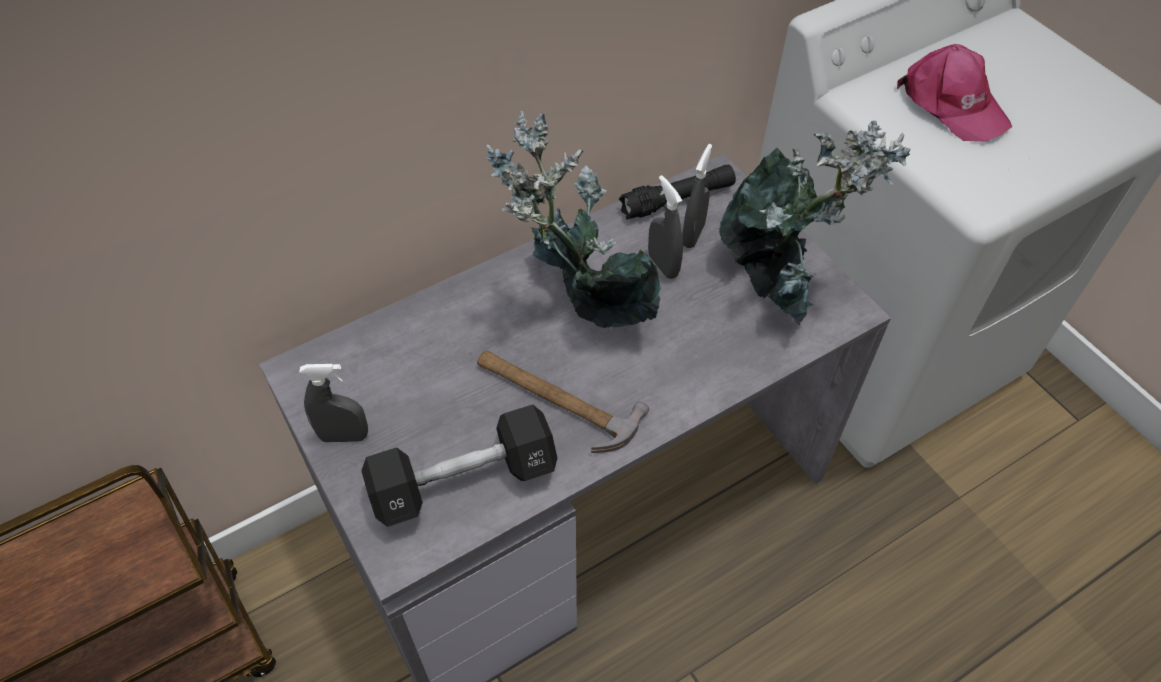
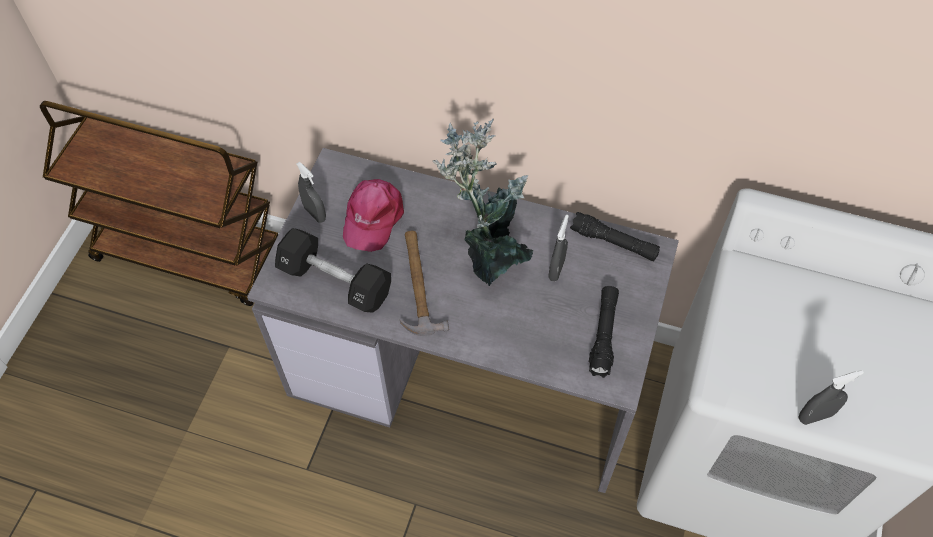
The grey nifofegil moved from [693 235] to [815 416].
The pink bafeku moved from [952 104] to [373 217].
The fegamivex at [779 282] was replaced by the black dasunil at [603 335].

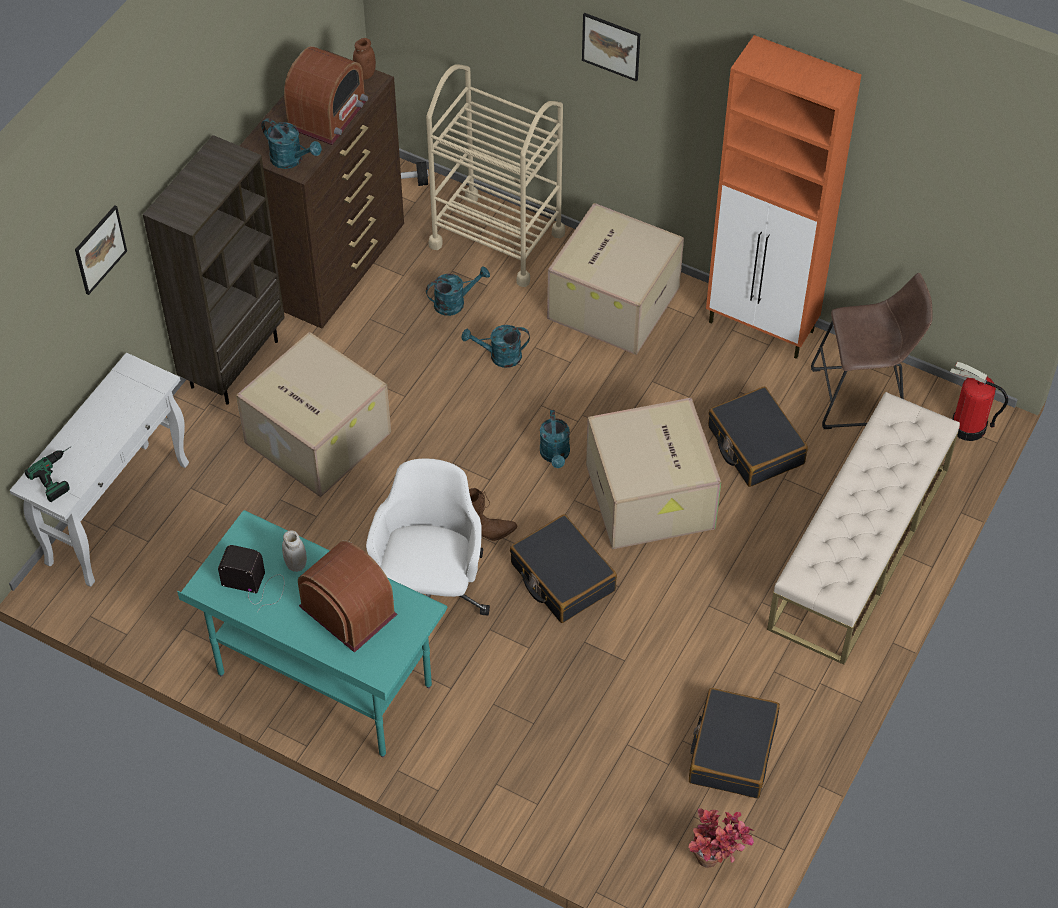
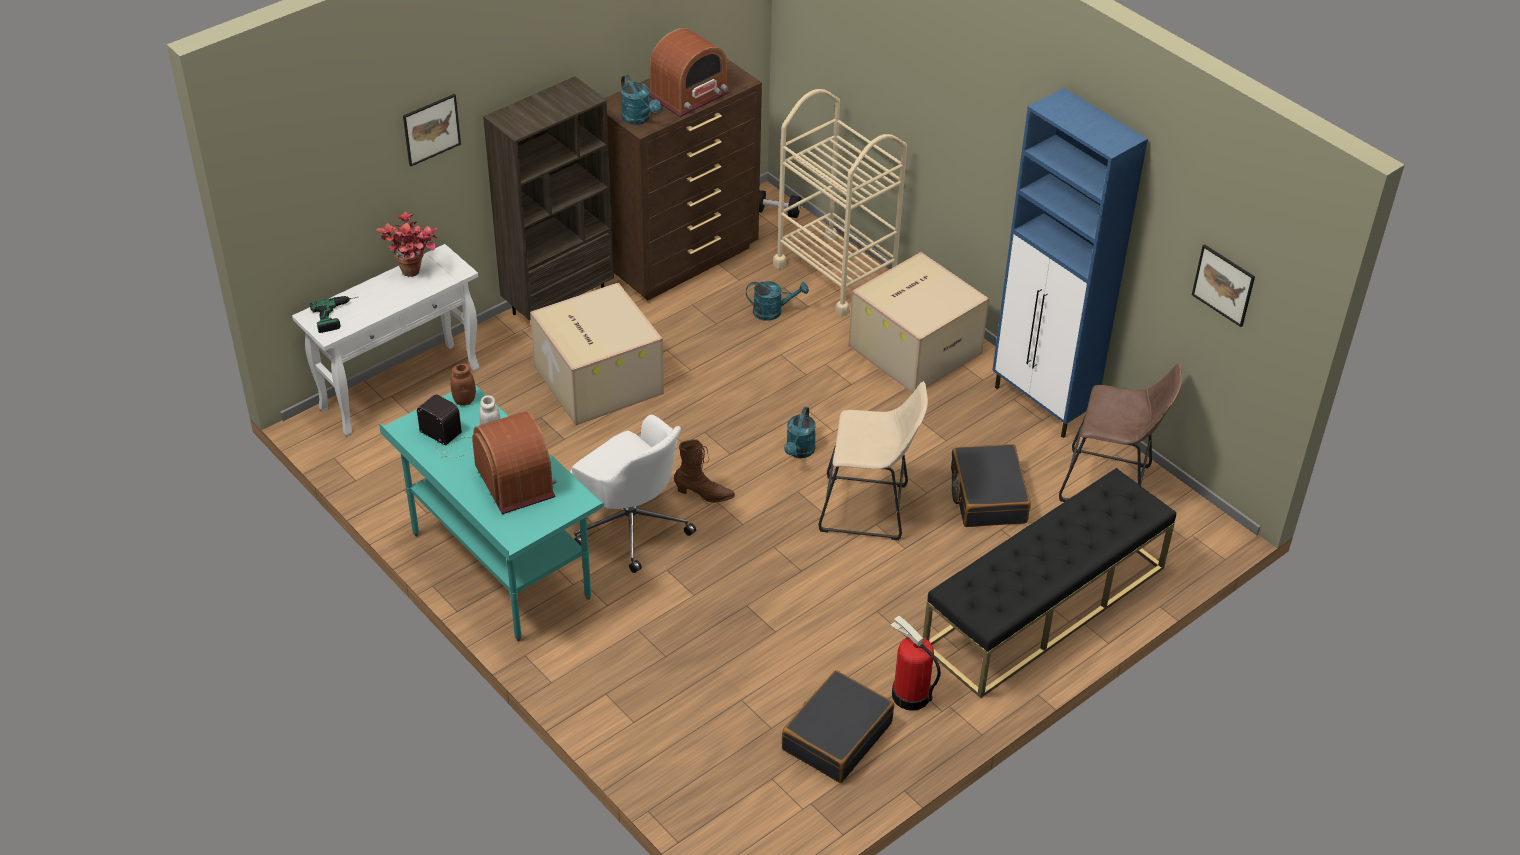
The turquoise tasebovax at [499 356] disappeared.
The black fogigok at [562 577] disappeared.
The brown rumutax moved from [365 74] to [464 400].
The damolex moved from [611 46] to [1223 285].
The fegamivex moved from [715 861] to [415 275].
The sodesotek moved from [967 427] to [910 695].
The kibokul at [652 497] was replaced by the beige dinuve at [869 509].
The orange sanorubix at [762 327] became the blue sanorubix at [1043 404].
The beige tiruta at [859 548] became the black tiruta at [1045 607].
The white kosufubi at [430 591] turned 105 degrees clockwise.

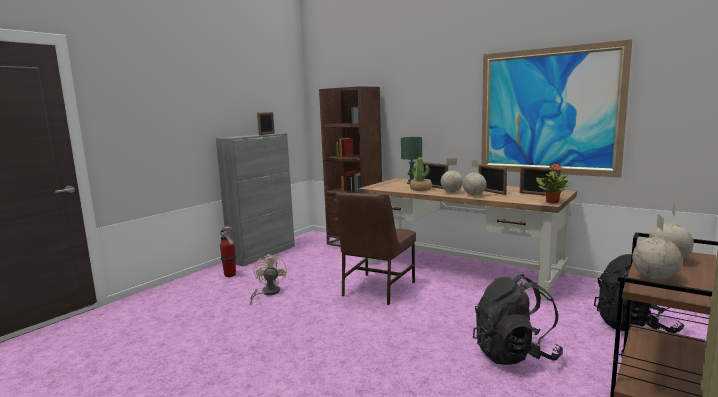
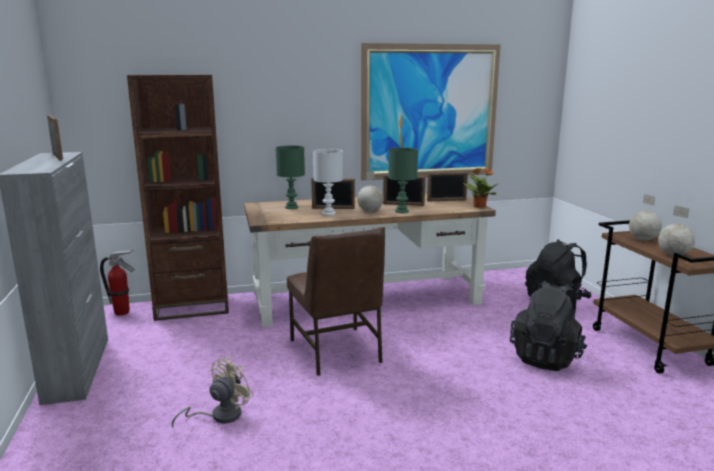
The sodesotek moved from [230 275] to [122 312].
The fegamivex at [421 189] was replaced by the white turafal at [329 213].
The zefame at [474 195] was replaced by the green turafal at [401 211].
The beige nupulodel at [267 293] turned 90 degrees clockwise.

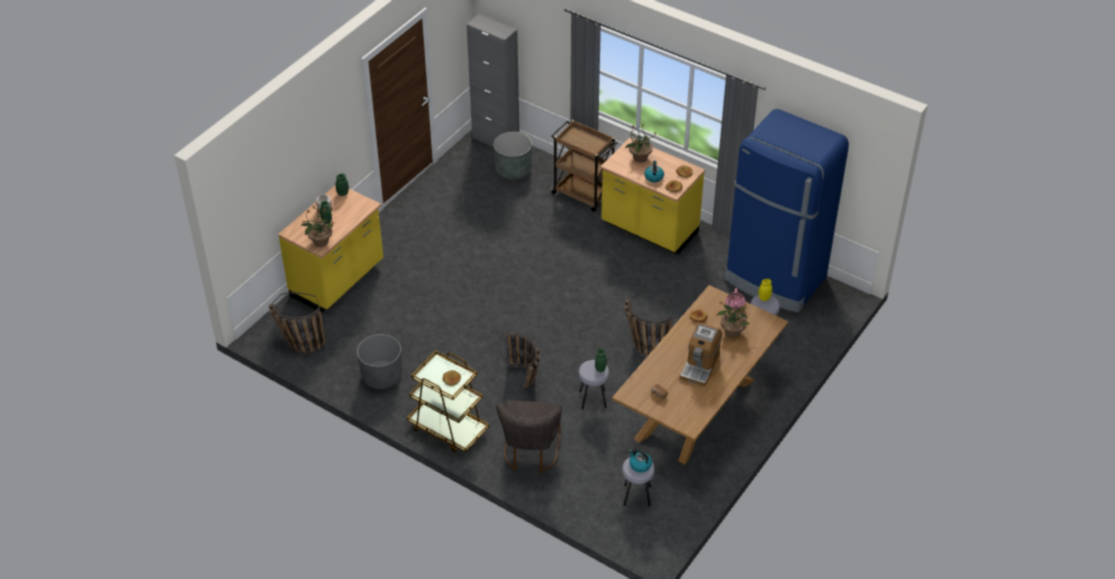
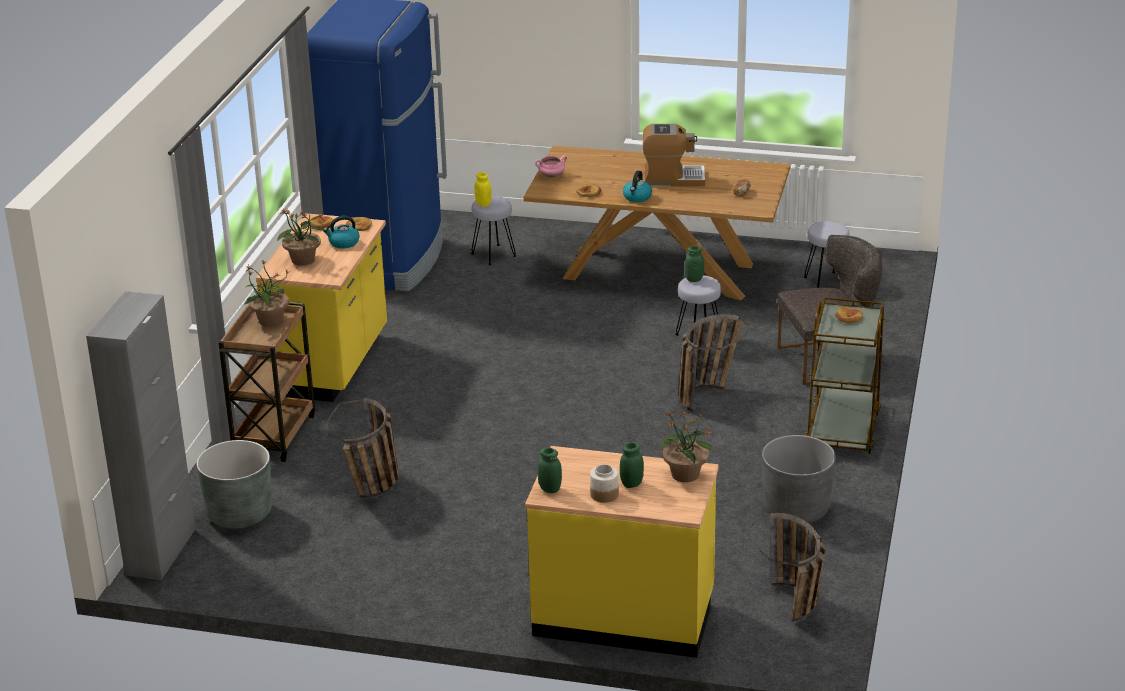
The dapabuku moved from [644 346] to [372 489].
The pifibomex moved from [639 465] to [637 197].
The fegamivex moved from [732 331] to [270 321].

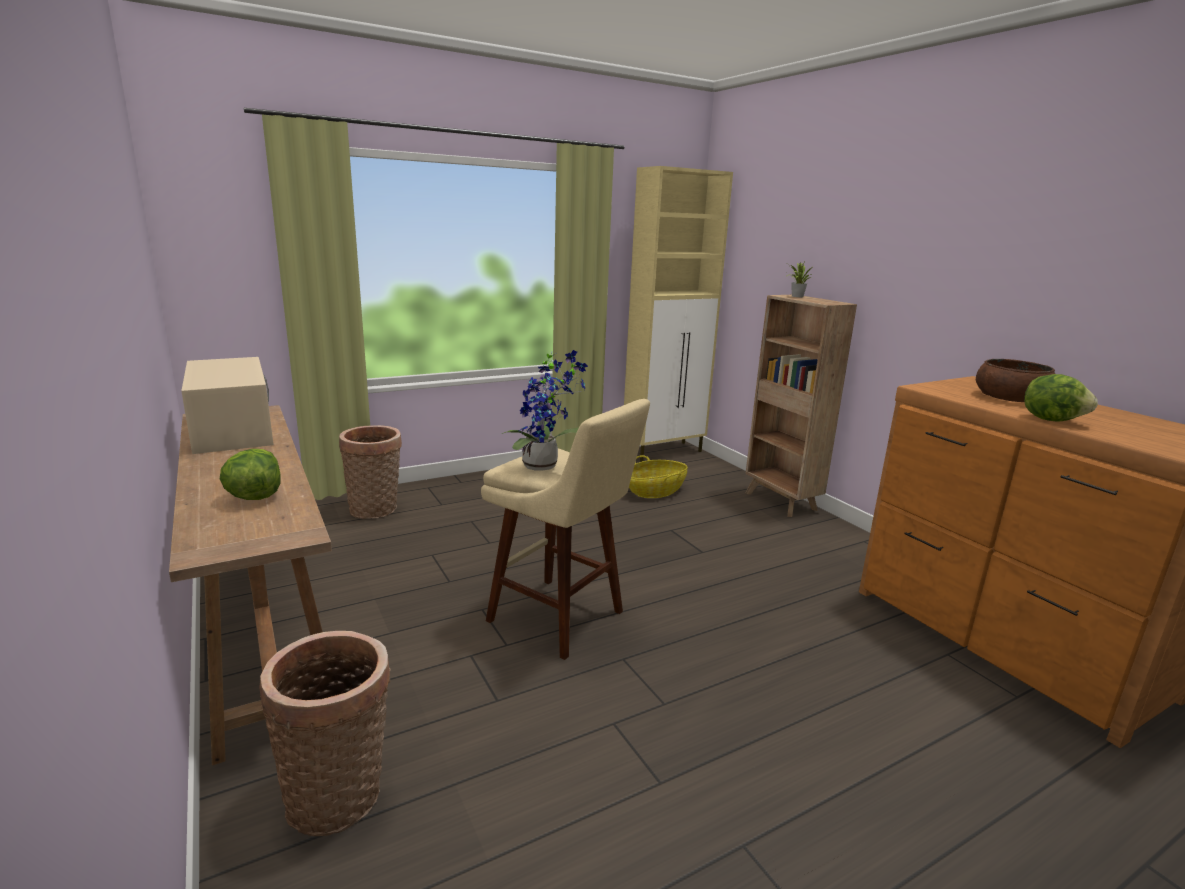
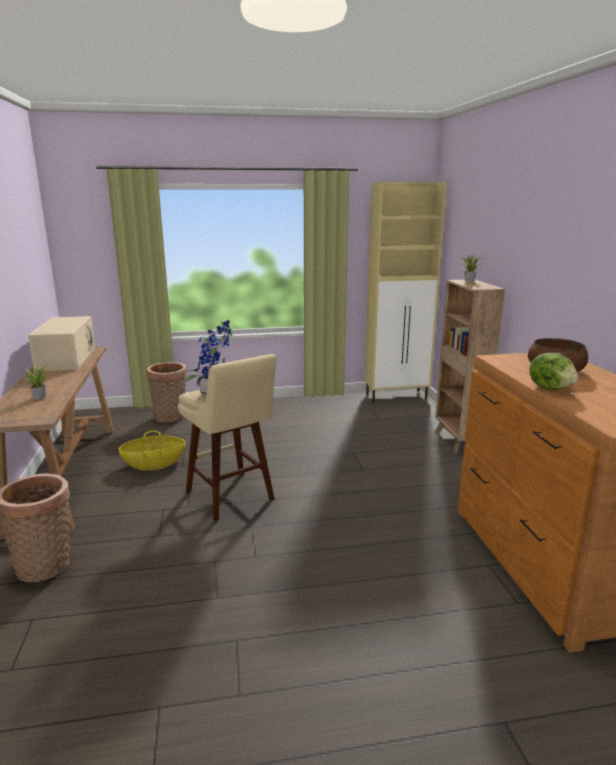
The dapabuku moved from [655 491] to [154 463].
The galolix at [254 497] was replaced by the fegamivex at [40 397].

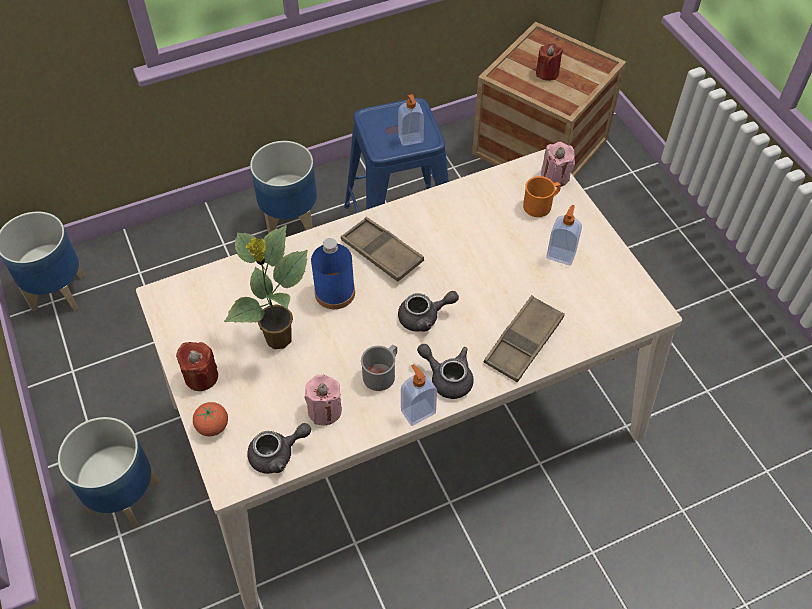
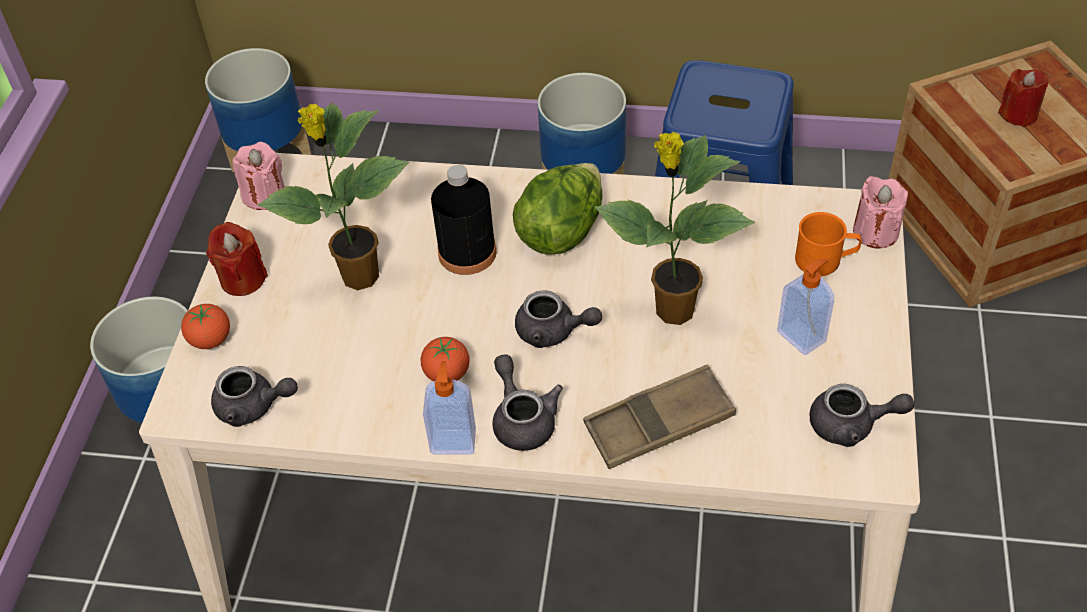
The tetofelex at [411 139] disappeared.
The fegamivex at [672 311] appeared.
The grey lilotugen at [851 425] appeared.
The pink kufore moved from [324 410] to [264 195].
The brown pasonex at [382 253] was replaced by the galolix at [561 231].
The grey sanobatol at [382 373] was replaced by the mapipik at [447 374].
The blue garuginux at [335 292] became the black garuginux at [467 253].

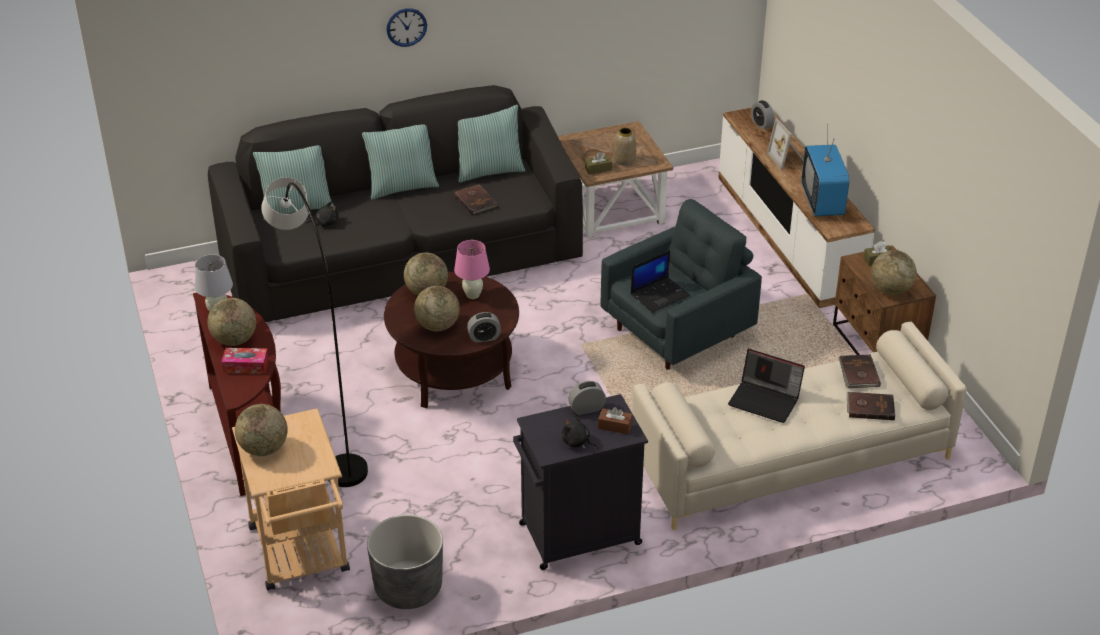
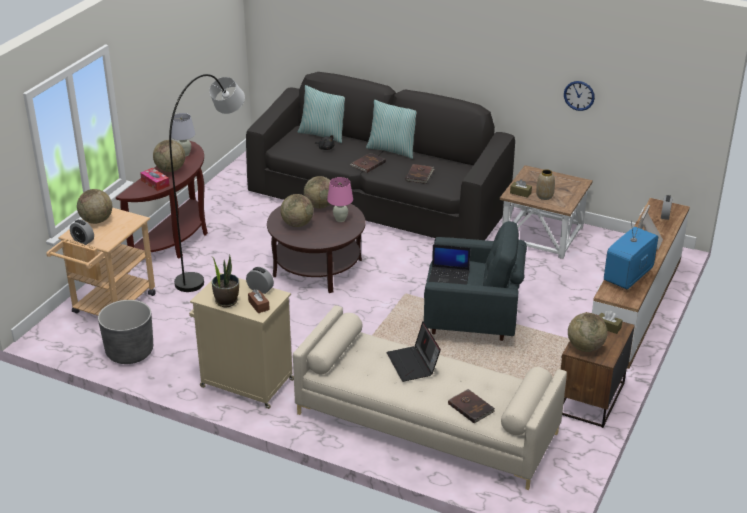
The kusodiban at [489 171] disappeared.
The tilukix moved from [406 27] to [579 95].
The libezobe moved from [484 337] to [83 240].
The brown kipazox moved from [858 373] to [367 164].
The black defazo at [577 442] was replaced by the fegamivex at [226 301].
The black sanorubix at [577 535] became the beige sanorubix at [245 383].

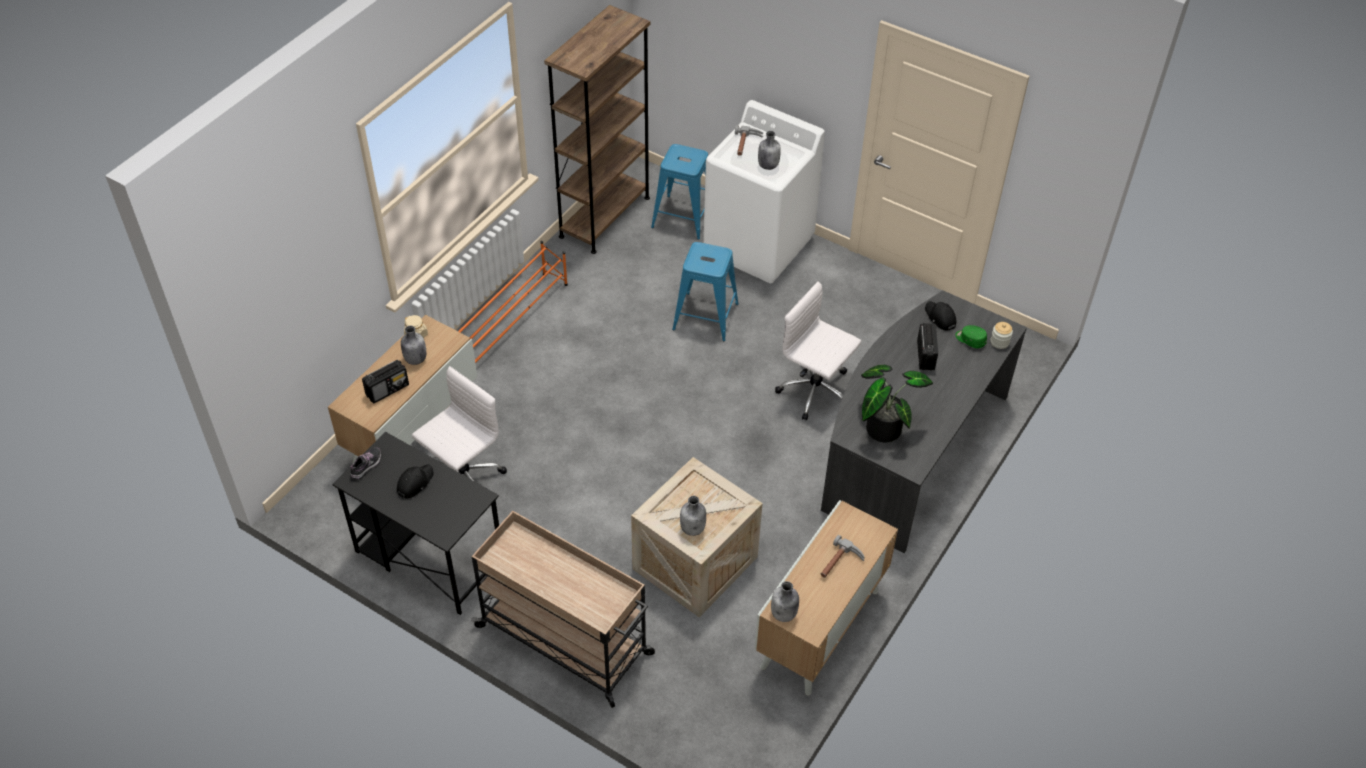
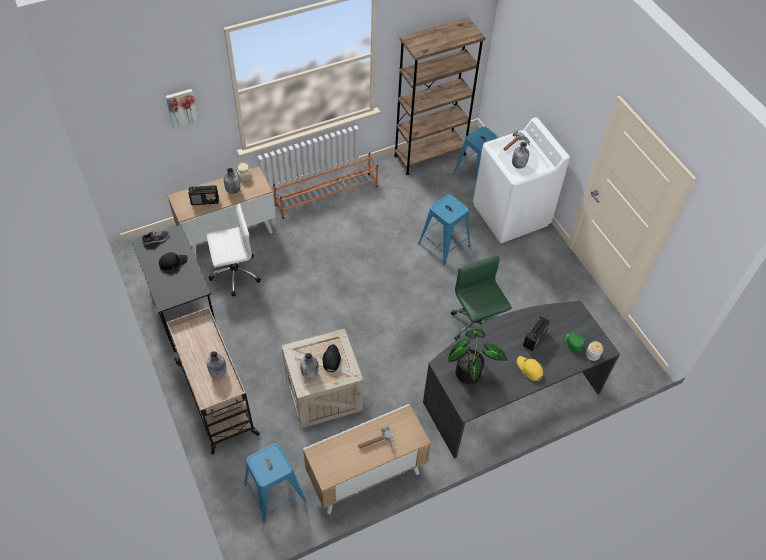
The damolex at [181 107] appeared.
The blue dinuve at [275 492] appeared.
The yellow bafeku at [529 369] appeared.
The grey garuginux moved from [784 614] to [218 372].
The black bafeku moved from [940 318] to [331 359].
The white kosufubi at [816 391] became the green kosufubi at [476 325].

